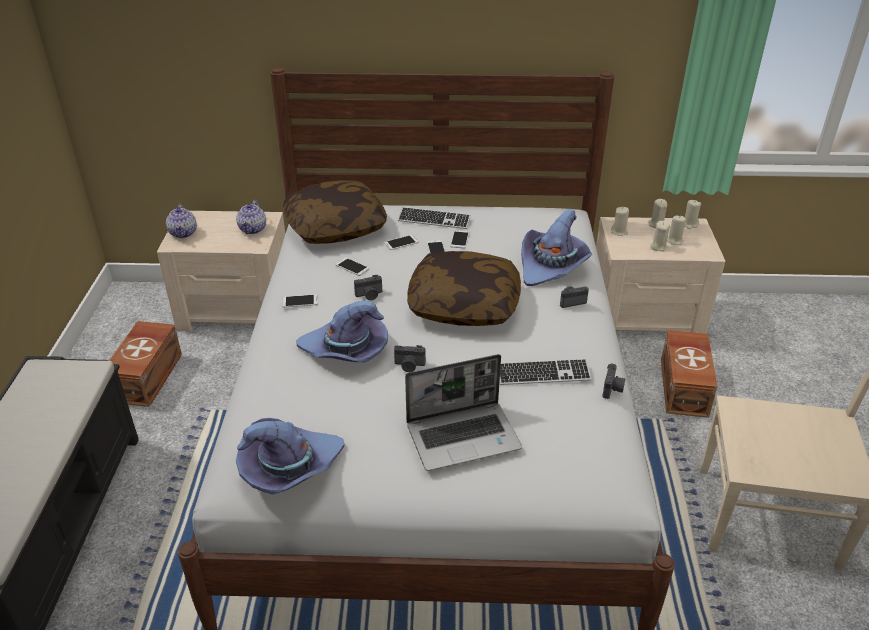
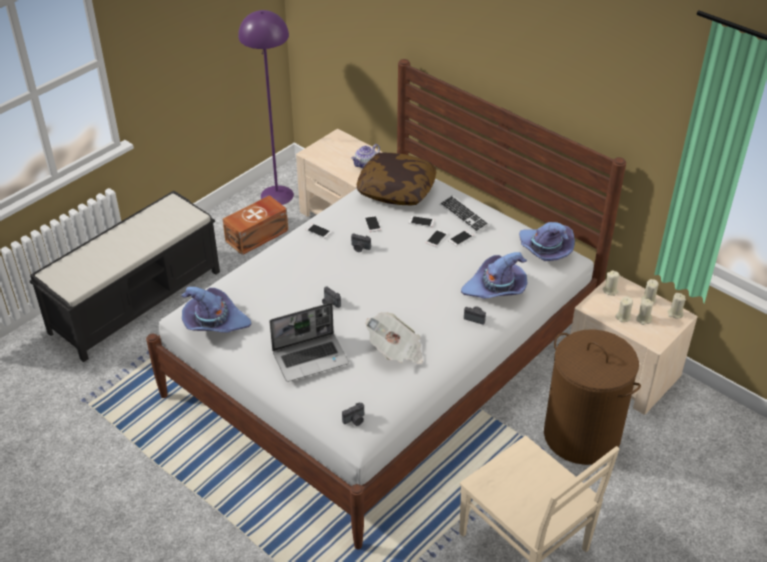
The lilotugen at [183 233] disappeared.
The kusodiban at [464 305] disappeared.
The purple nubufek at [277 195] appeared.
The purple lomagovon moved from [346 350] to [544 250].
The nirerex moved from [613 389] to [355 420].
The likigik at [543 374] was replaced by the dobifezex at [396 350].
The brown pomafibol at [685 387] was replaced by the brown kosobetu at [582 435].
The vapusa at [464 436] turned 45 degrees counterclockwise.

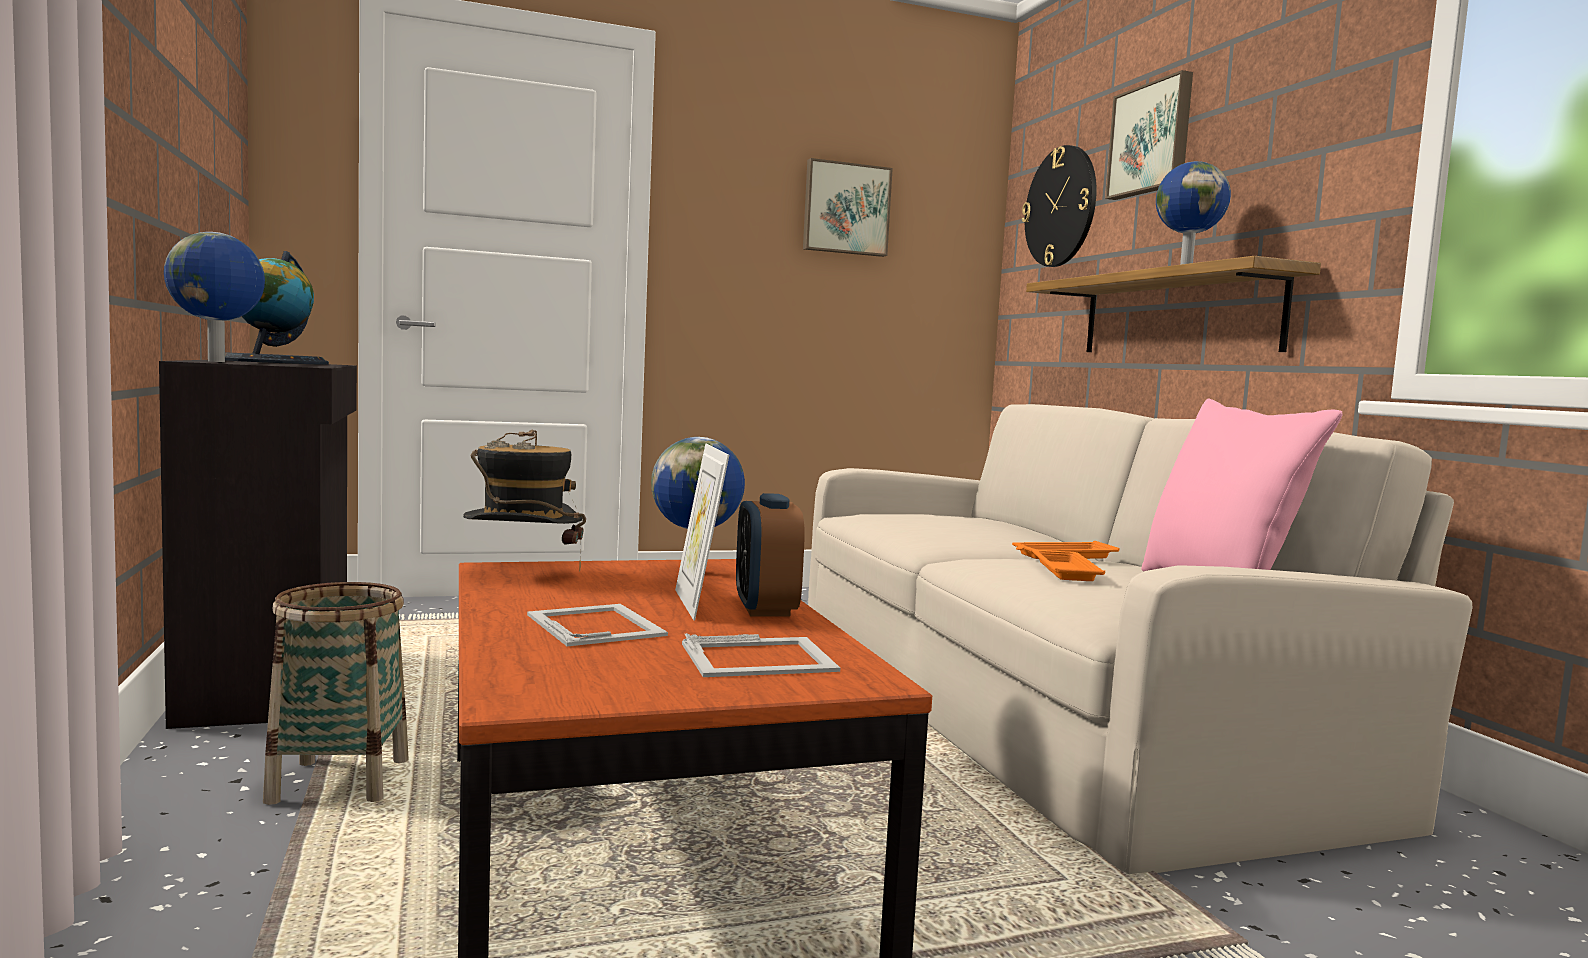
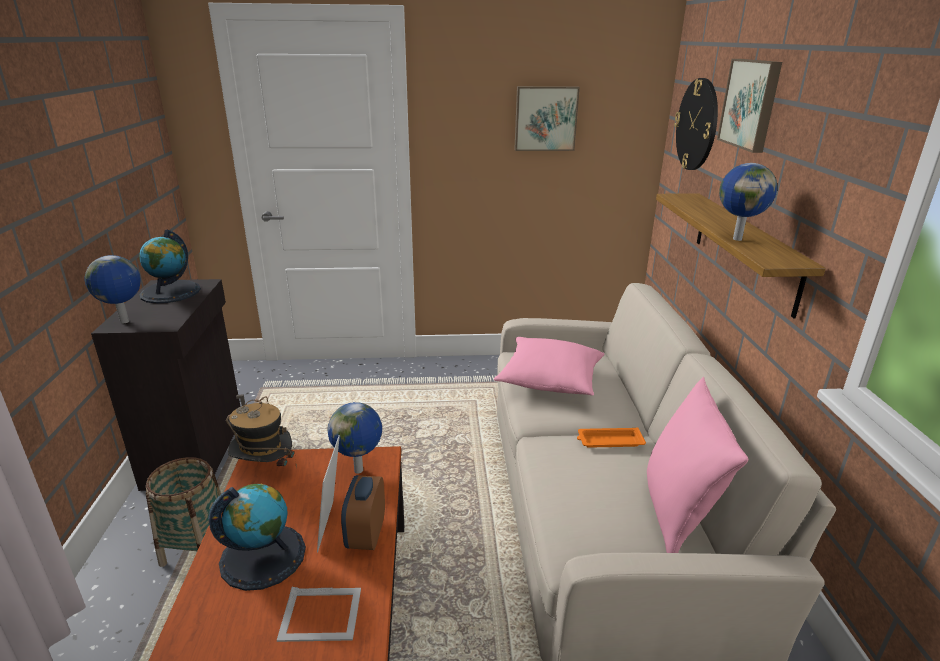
The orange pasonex at [1065 571] disappeared.
The pink kusodiban at [550 380] appeared.
The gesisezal at [596 624] was replaced by the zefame at [263 556].

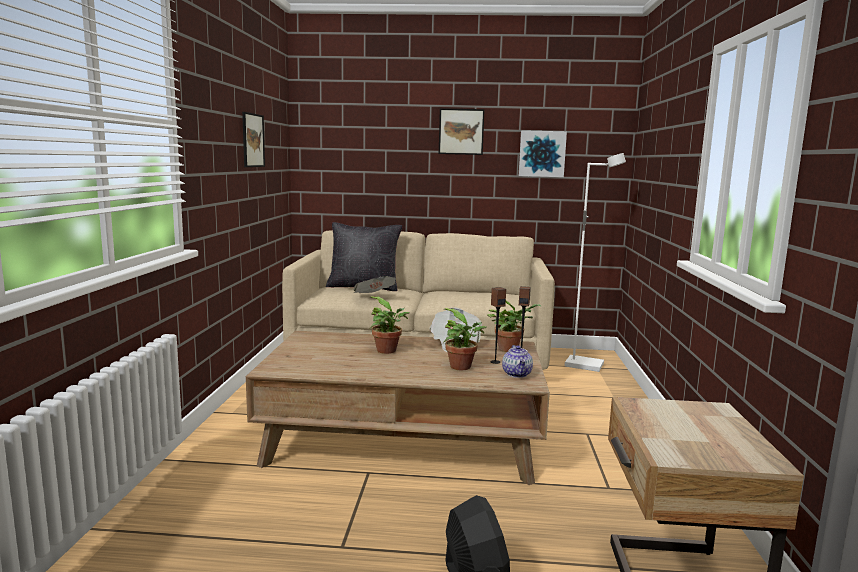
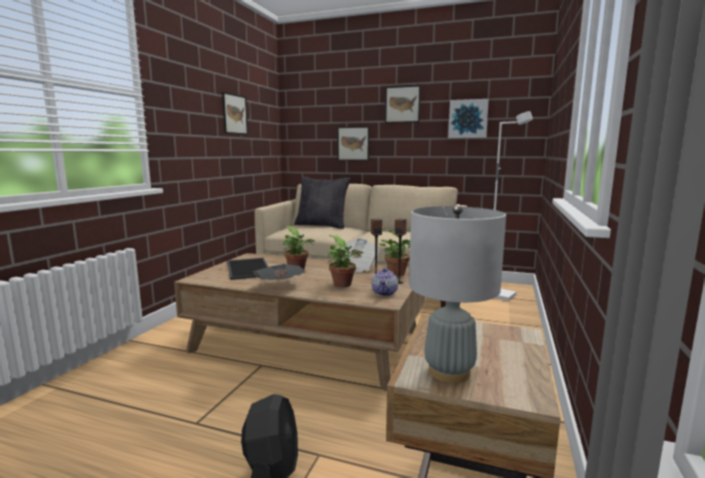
The pasonex at [247 268] appeared.
The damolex at [353 143] appeared.
The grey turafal at [449 372] appeared.
The dobifezex moved from [374 297] to [280 286].

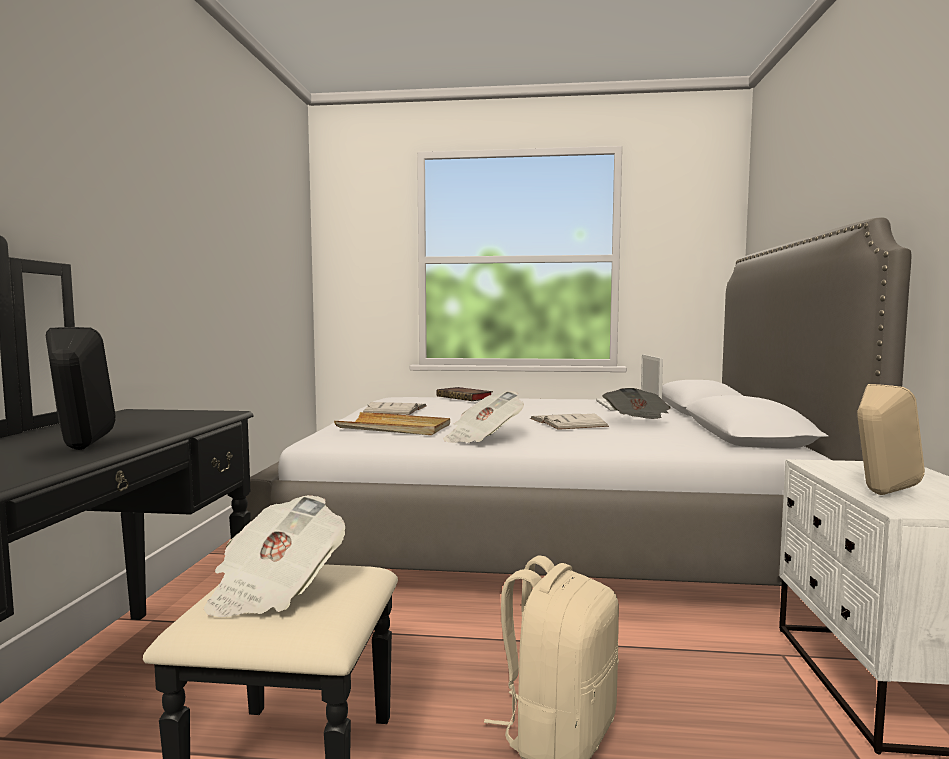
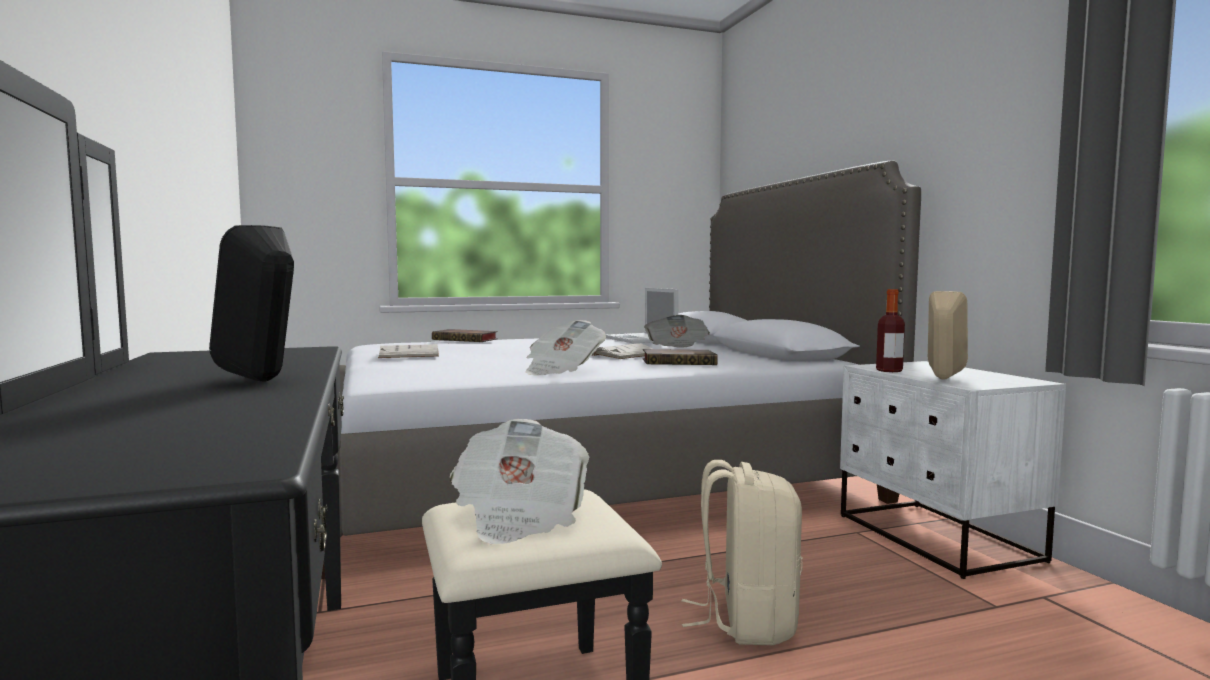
The beige pasonex at [394 428] disappeared.
The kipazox at [680 362] appeared.
The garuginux at [889 370] appeared.

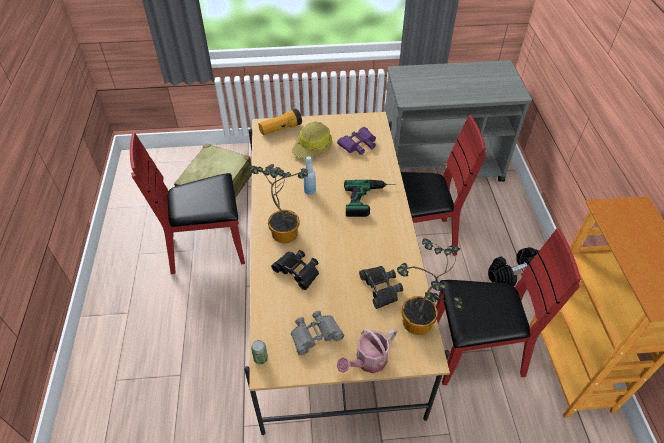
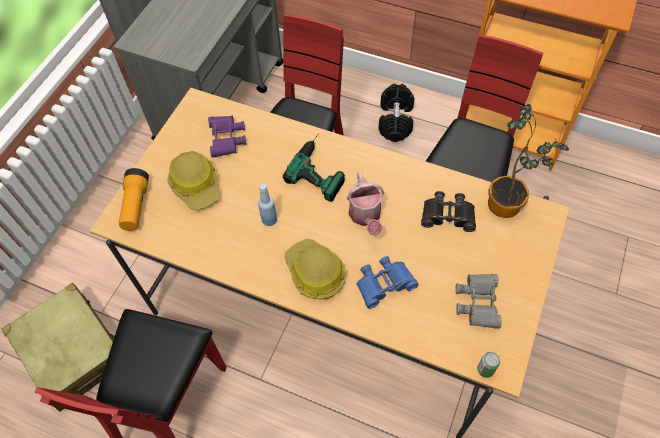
The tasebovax moved from [367 361] to [366 216].
The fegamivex at [284 230] was replaced by the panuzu at [314 273].
The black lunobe at [297 271] became the blue lunobe at [384 284].

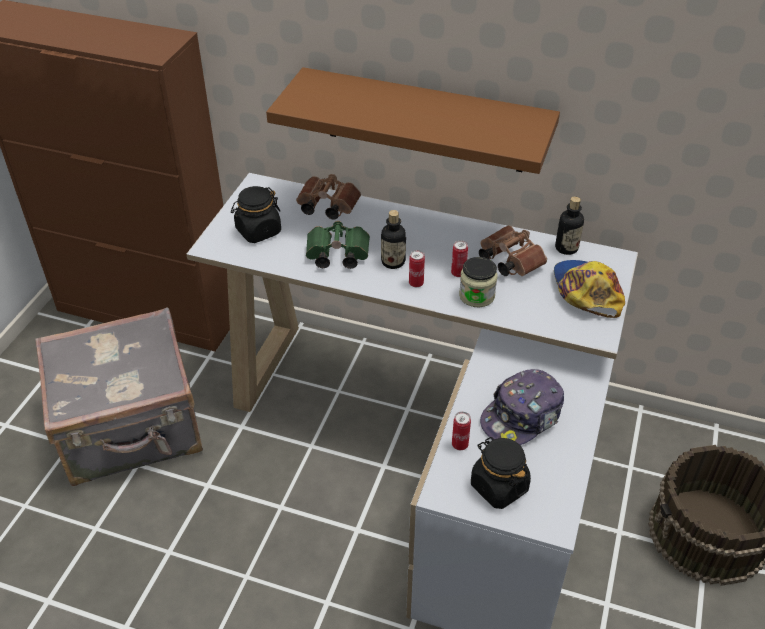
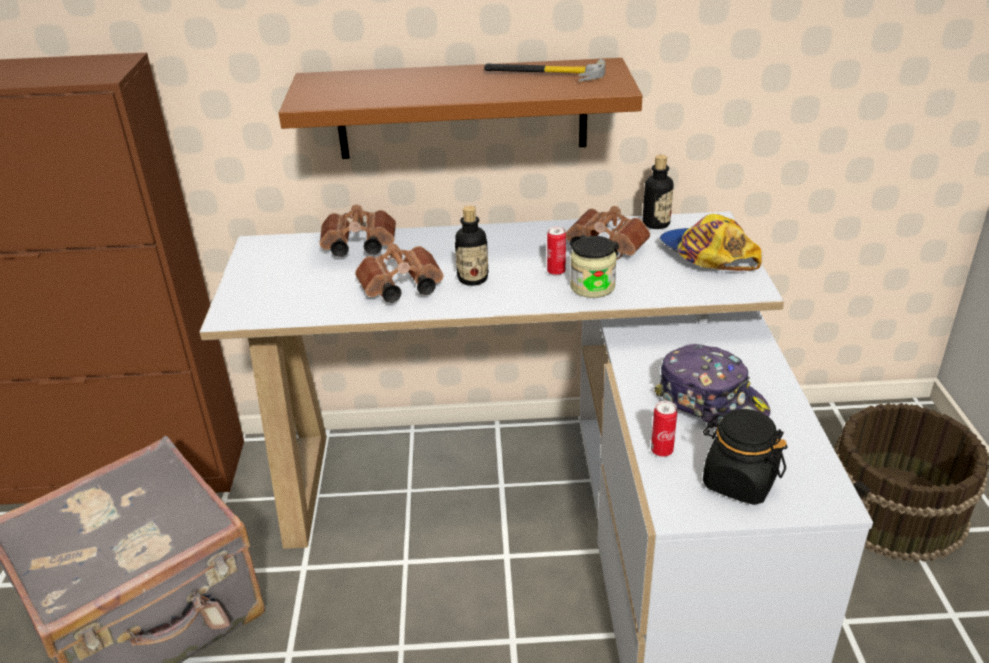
The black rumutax at [258 231] disappeared.
The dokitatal at [416 283] disappeared.
The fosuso at [544 74] appeared.
The green lunobe at [336 256] became the brown lunobe at [399 289].
The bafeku at [522 417] turned 75 degrees counterclockwise.

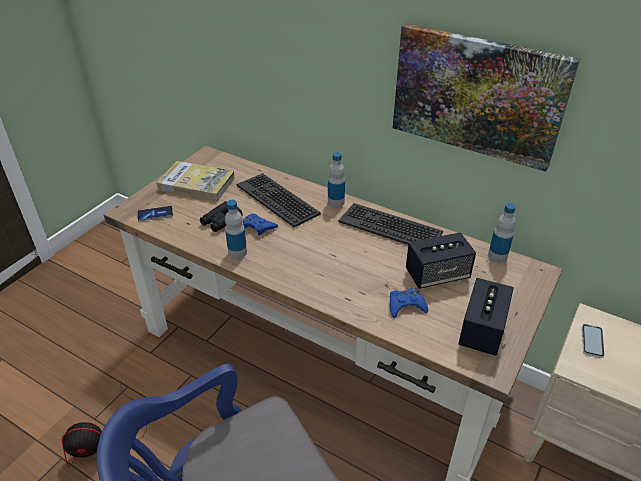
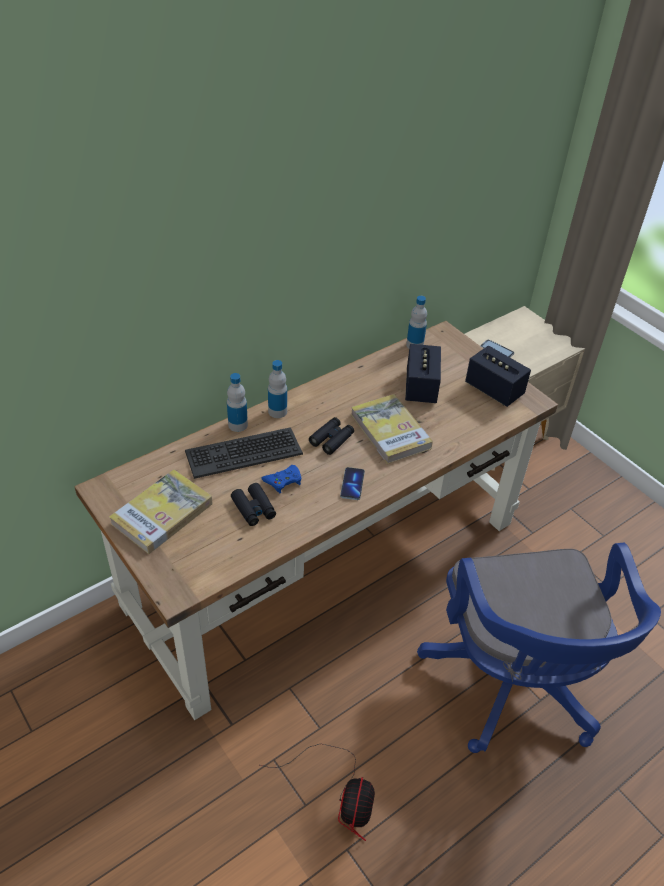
The likigik at [390 227] disappeared.
The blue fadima at [406 306] disappeared.
The damolex at [477 95] disappeared.
The black lunobe at [331 439] appeared.
The kipazox at [390 431] appeared.
The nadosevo moved from [155 214] to [352 484].
The garuginux moved from [237 252] to [238 425].

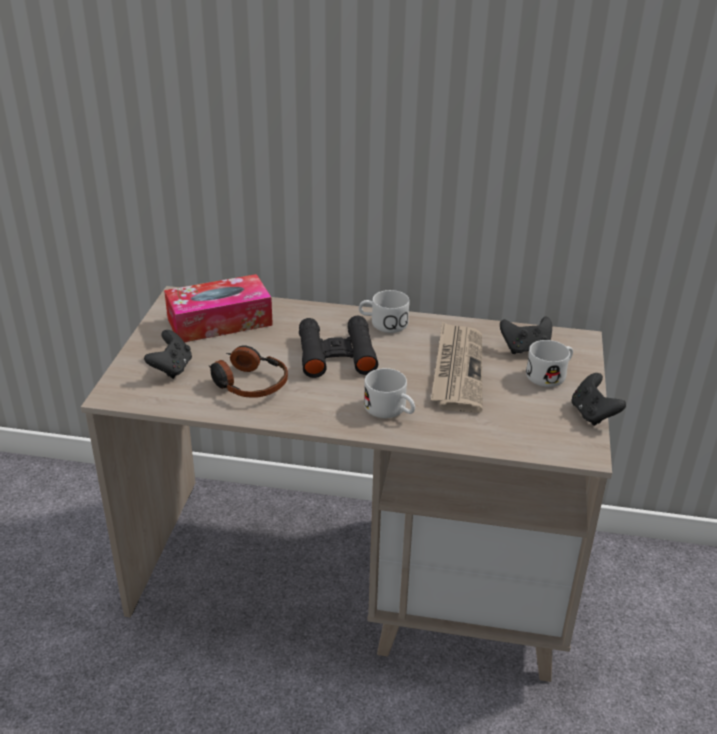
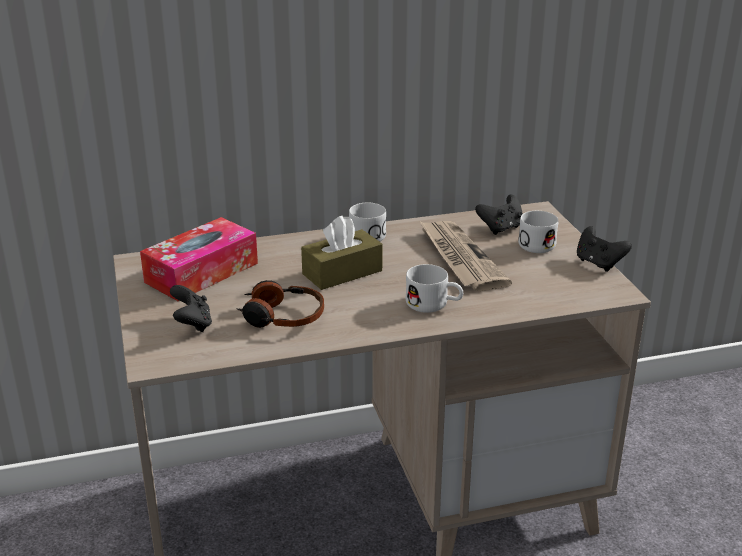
The black lunobe at [336 354] was replaced by the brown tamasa at [342 272].

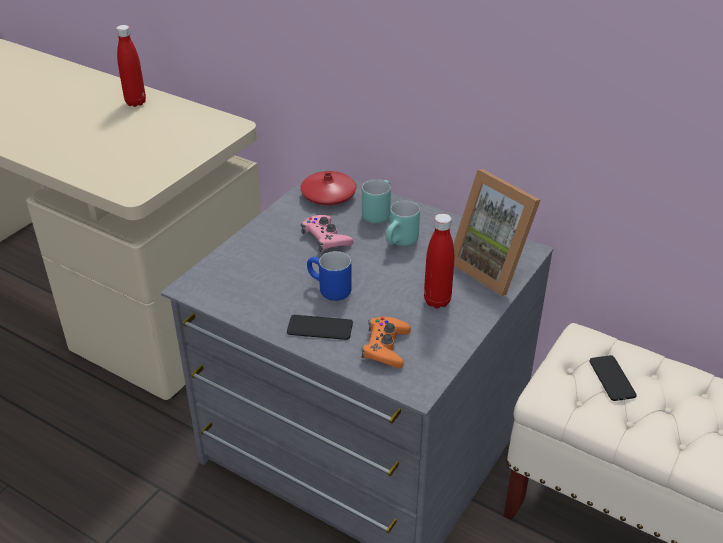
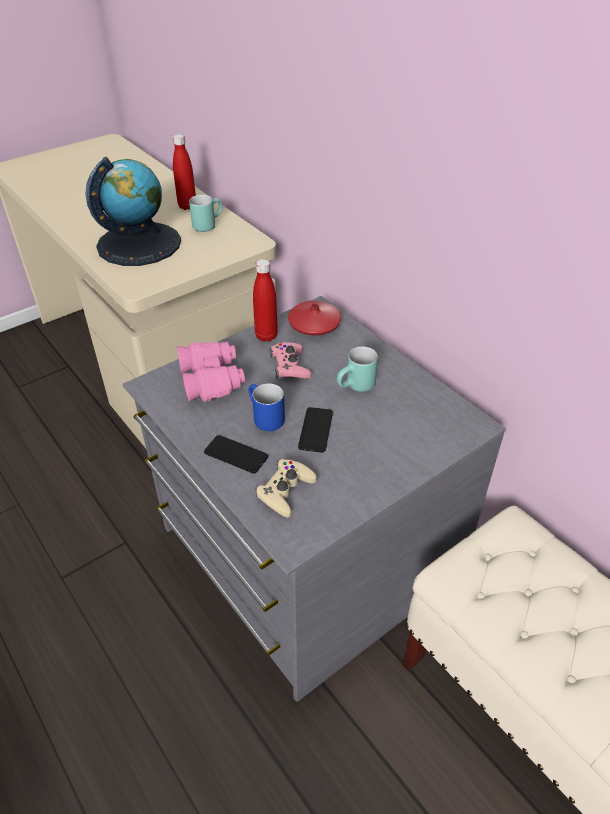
The gesisezal at [493 267] disappeared.
The zefame at [139 243] appeared.
The pink lunobe at [212 380] appeared.
The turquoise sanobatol moved from [376 213] to [207 225].
The red garuginux moved from [437 301] to [266 336].
The nadosevo moved from [612 378] to [315 430].
The orange fadima at [385 347] became the beige fadima at [285 491].

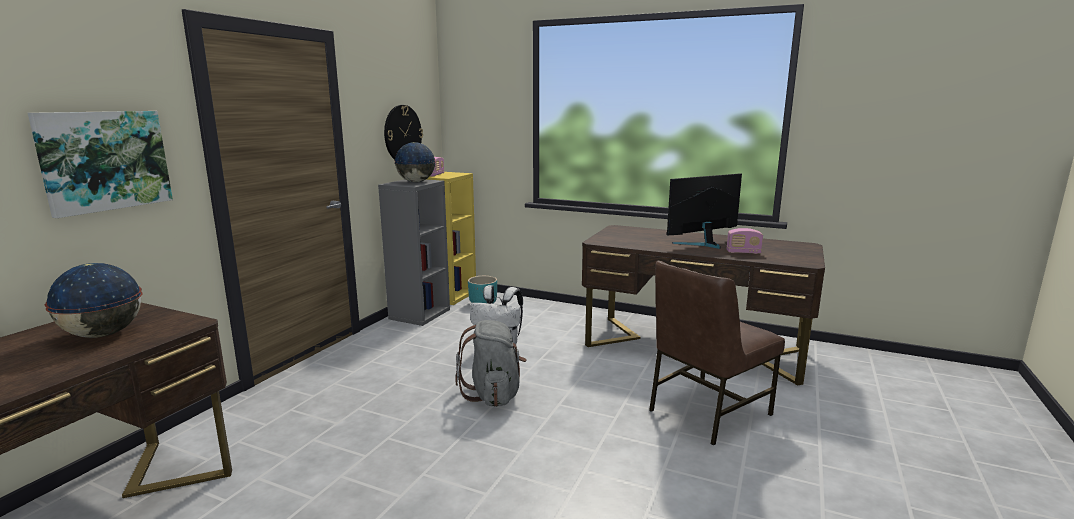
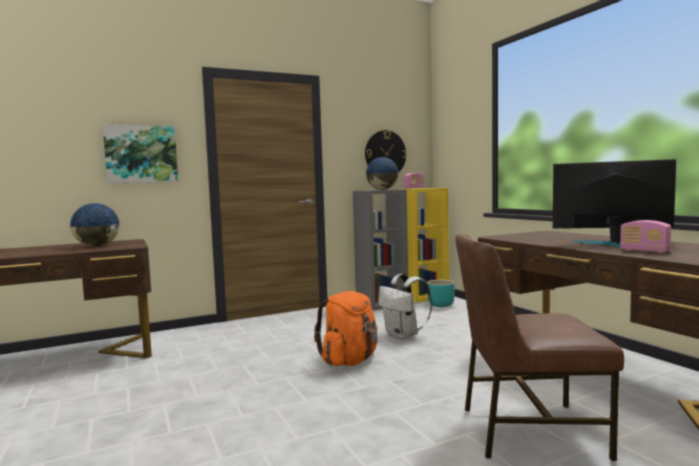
The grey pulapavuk at [493 394] became the orange pulapavuk at [350 361].

